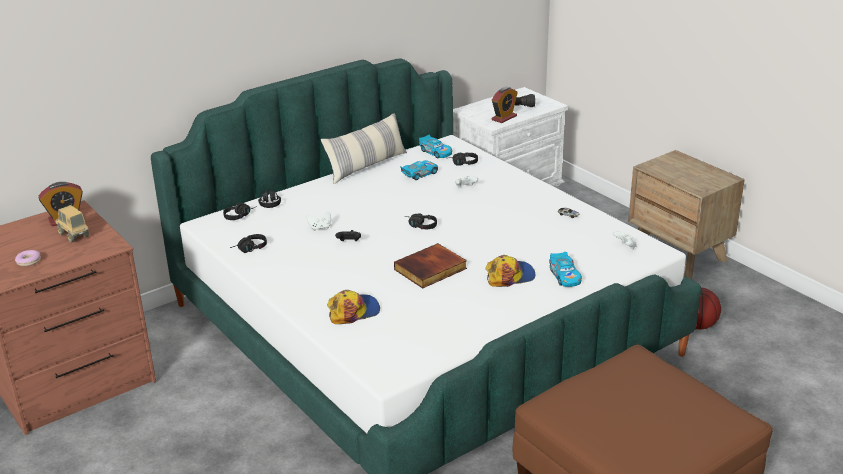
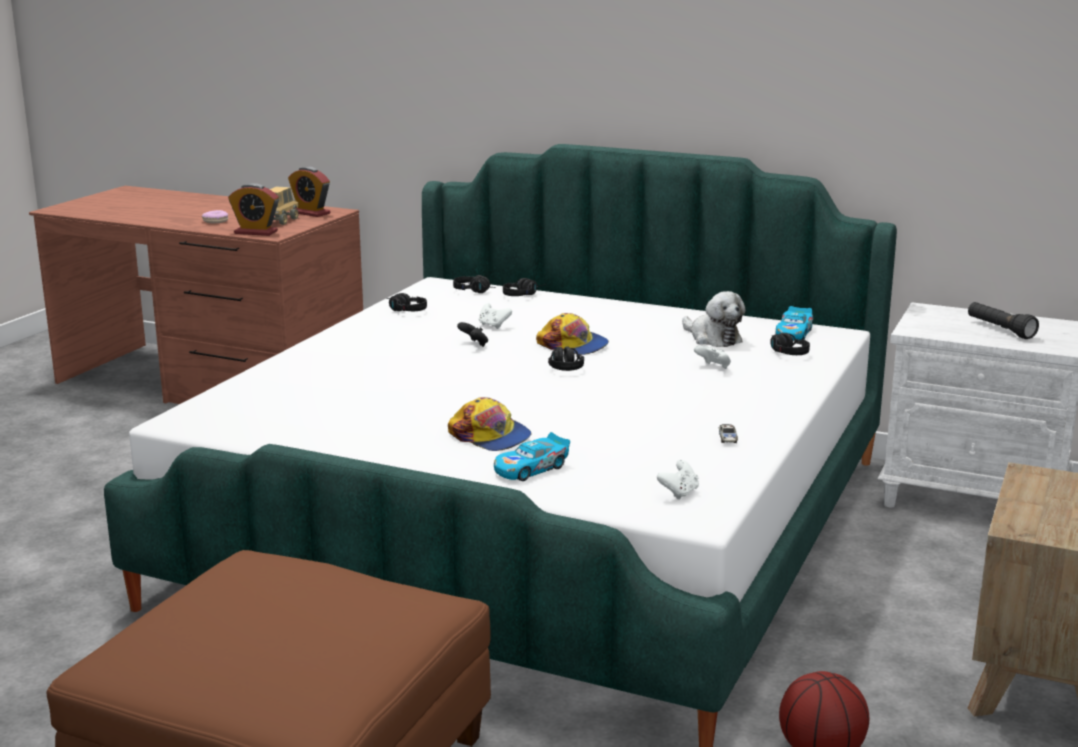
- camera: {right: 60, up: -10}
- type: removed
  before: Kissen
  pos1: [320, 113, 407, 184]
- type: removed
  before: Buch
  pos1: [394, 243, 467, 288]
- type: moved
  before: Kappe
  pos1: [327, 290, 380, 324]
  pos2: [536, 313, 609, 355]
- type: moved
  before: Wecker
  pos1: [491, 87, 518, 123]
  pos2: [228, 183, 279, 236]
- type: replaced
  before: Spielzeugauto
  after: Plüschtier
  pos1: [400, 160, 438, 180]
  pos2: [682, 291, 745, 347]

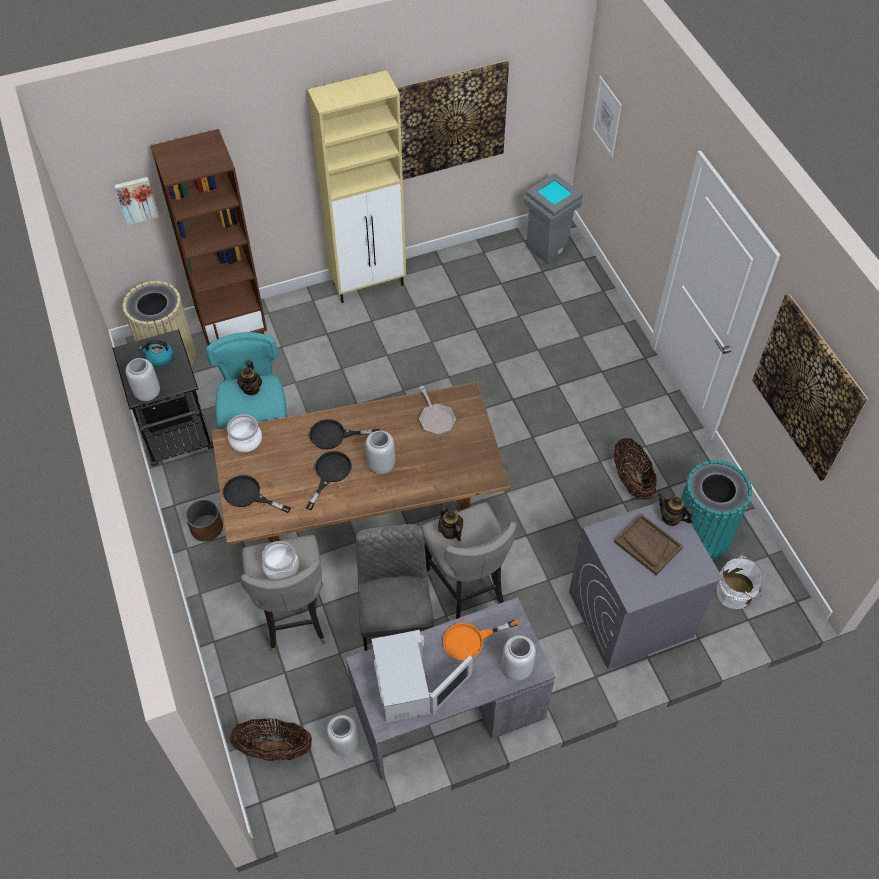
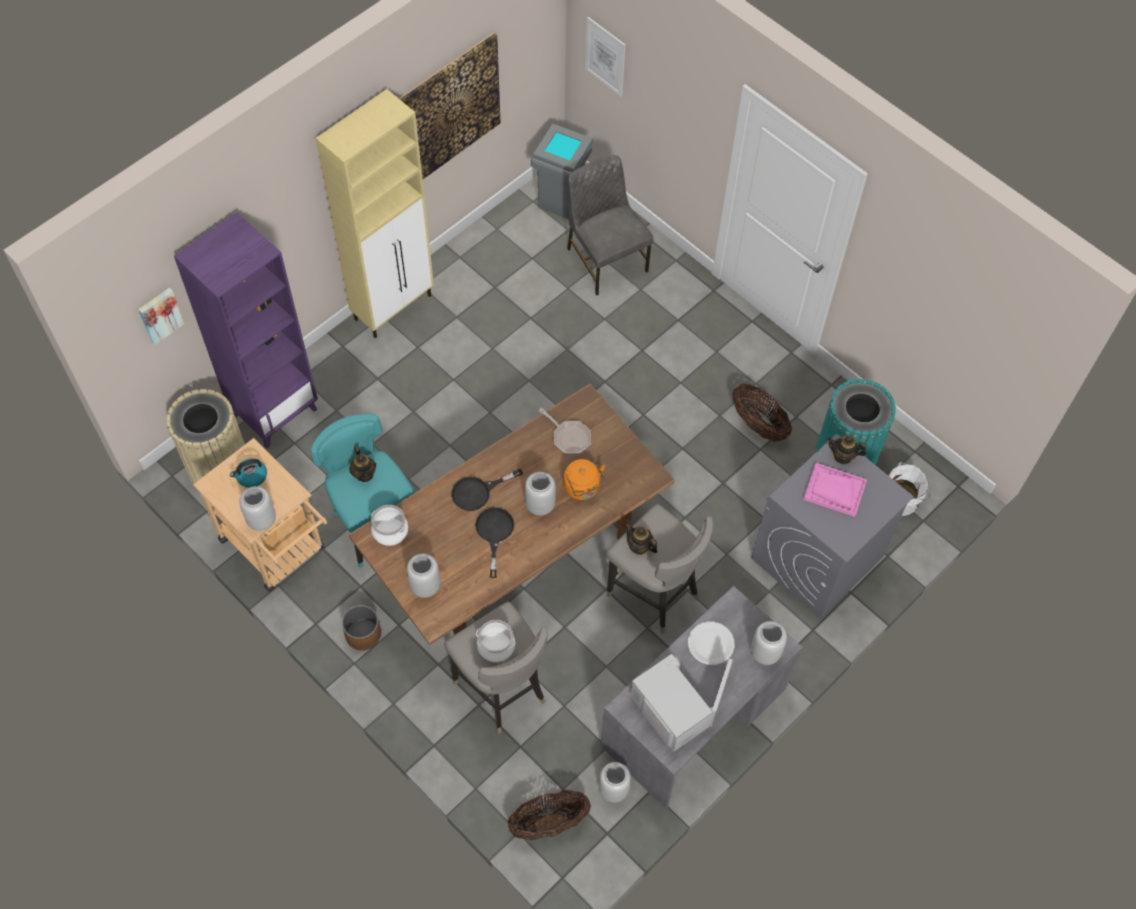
- camera: {right: -25, up: 5}
- type: removed
  before: Bild
  pos1: [752, 294, 868, 481]
- type: added
  after: Wasserkessel/orange
  pos2: [563, 459, 606, 500]
- type: moved
  before: Stuhl/grau
  pos1: [356, 524, 434, 651]
  pos2: [567, 155, 654, 296]
- type: replaced
  before: Pfanne/schwarz
  after: Vase/grau
  pos1: [223, 475, 291, 513]
  pos2: [407, 554, 440, 598]
- type: replaced
  before: Pfanne/orange
  after: Teller/weiß
  pos1: [443, 619, 519, 660]
  pos2: [688, 621, 735, 665]
- type: recoloured
  before: Rollwagen/schwarz
  after: Rollwagen/beige
  pos1: [112, 329, 214, 466]
  pos2: [193, 438, 327, 592]
- type: recoloured
  before: Bücherregal/braun
  after: Bücherregal/lila
  pos1: [151, 129, 267, 345]
  pos2: [174, 212, 318, 448]
- type: recoloured
  before: Tablett/braun
  after: Tablett/rosa
  pos1: [614, 514, 683, 575]
  pos2: [803, 463, 867, 517]

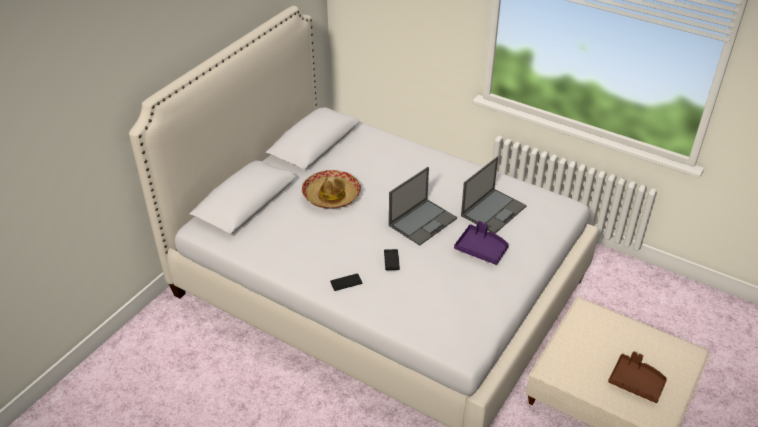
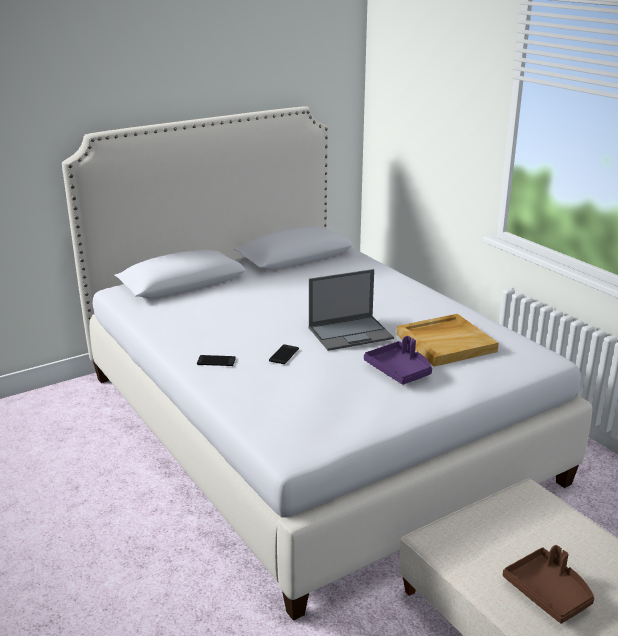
- camera: {right: 25, up: -15}
- type: removed
  before: Hut
  pos1: [302, 170, 361, 209]
- type: replaced
  before: Laptop
  after: Tablett/beige
  pos1: [461, 157, 527, 234]
  pos2: [397, 314, 499, 367]

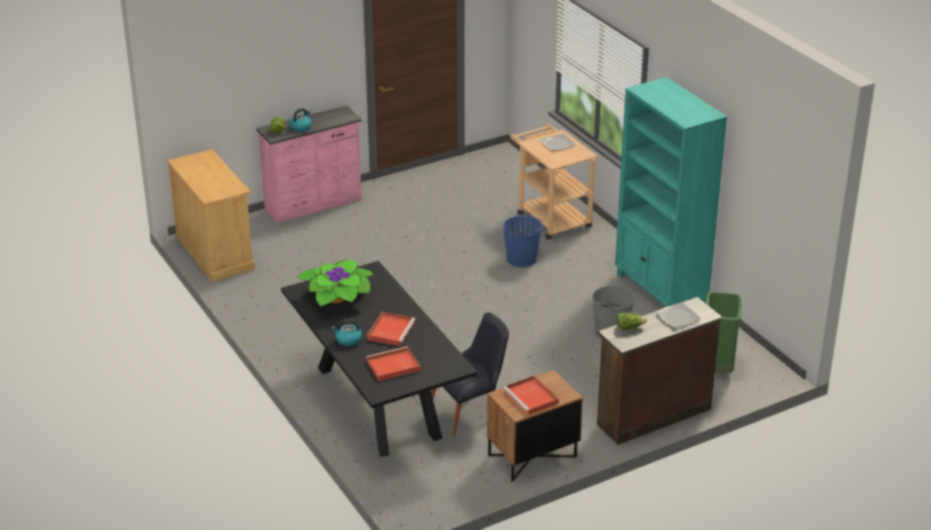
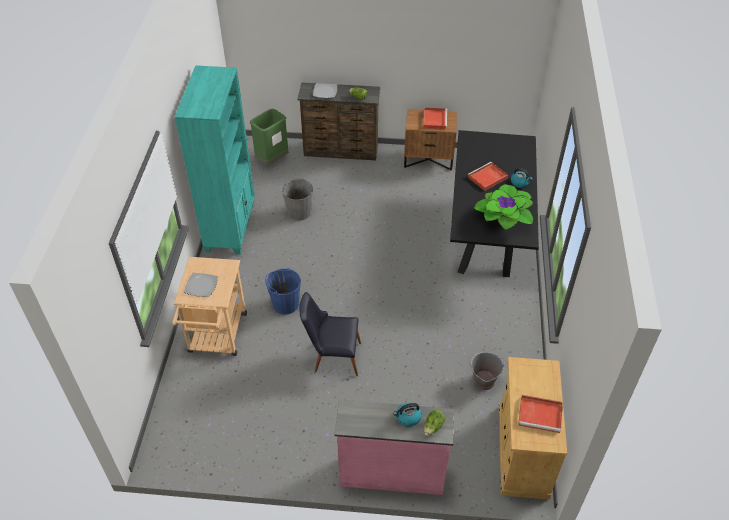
- camera: {right: -145, up: 15}
- type: added
  after: Eimer/grau
  pos2: [469, 352, 505, 390]
- type: moved
  before: Tablett/rot
  pos1: [366, 347, 420, 381]
  pos2: [518, 395, 563, 433]
- type: moved
  before: Stuhl/schwarz
  pos1: [431, 312, 509, 435]
  pos2: [299, 292, 361, 376]

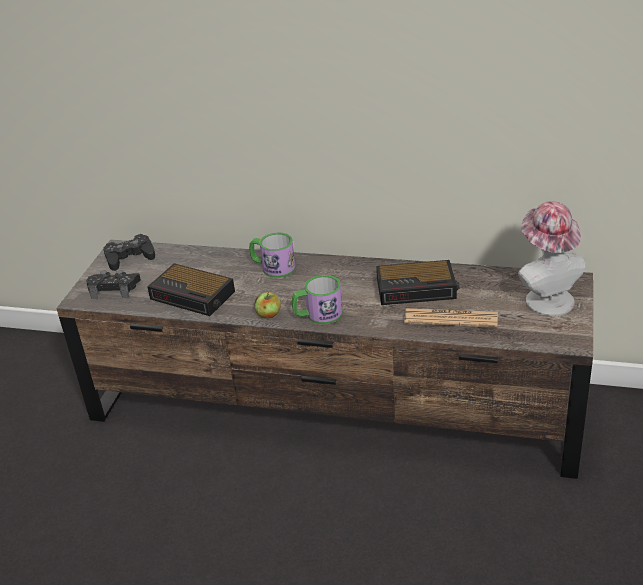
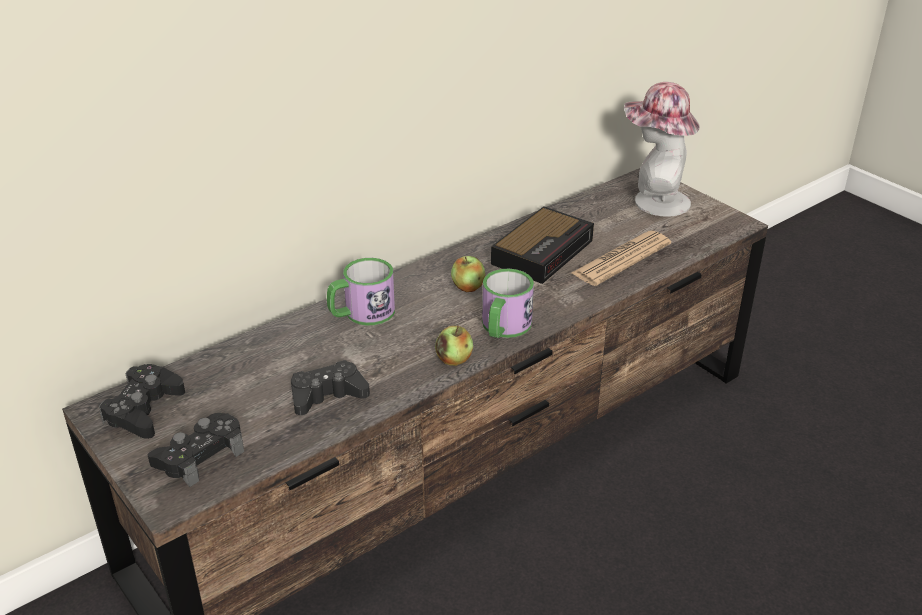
- camera: {right: -55, up: 0}
- type: added
  after: Apfel
  pos2: [451, 256, 485, 292]
- type: replaced
  before: Wecker
  after: Gamepad/schwarz
  pos1: [147, 263, 235, 316]
  pos2: [291, 360, 370, 415]

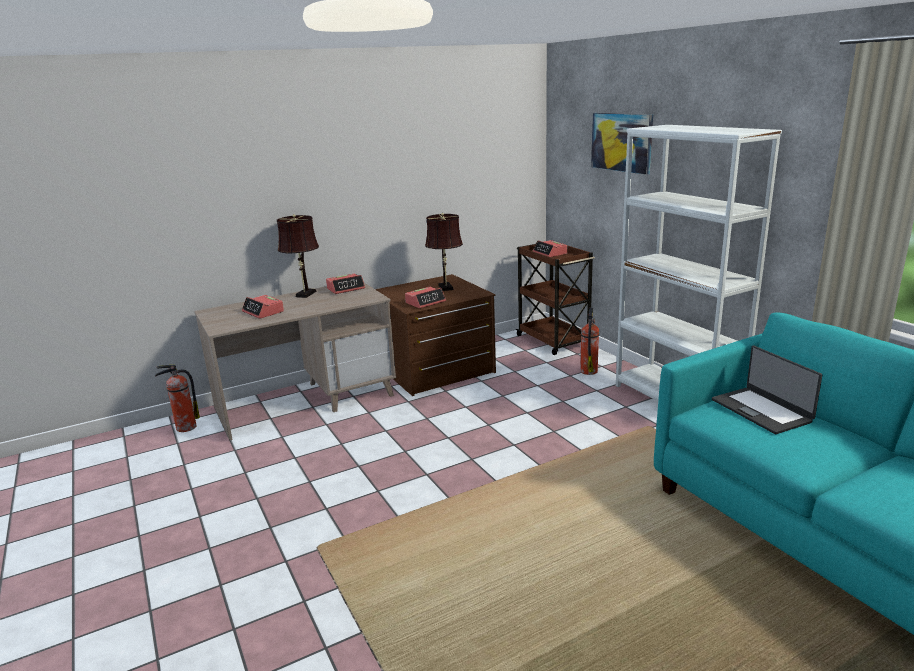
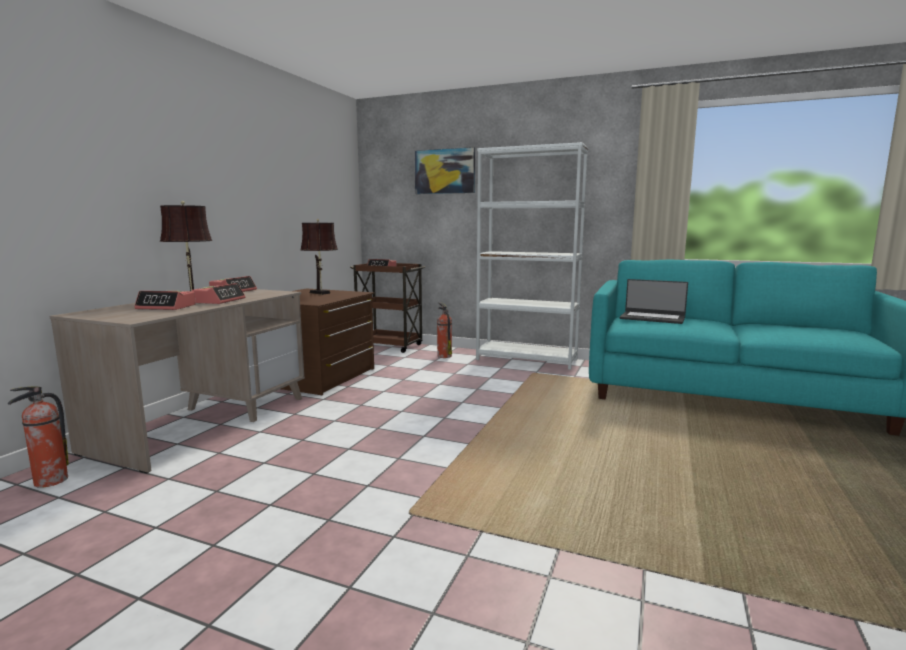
- camera: {right: -40, up: -10}
- type: moved
  before: Wecker
  pos1: [405, 287, 446, 308]
  pos2: [192, 283, 245, 304]

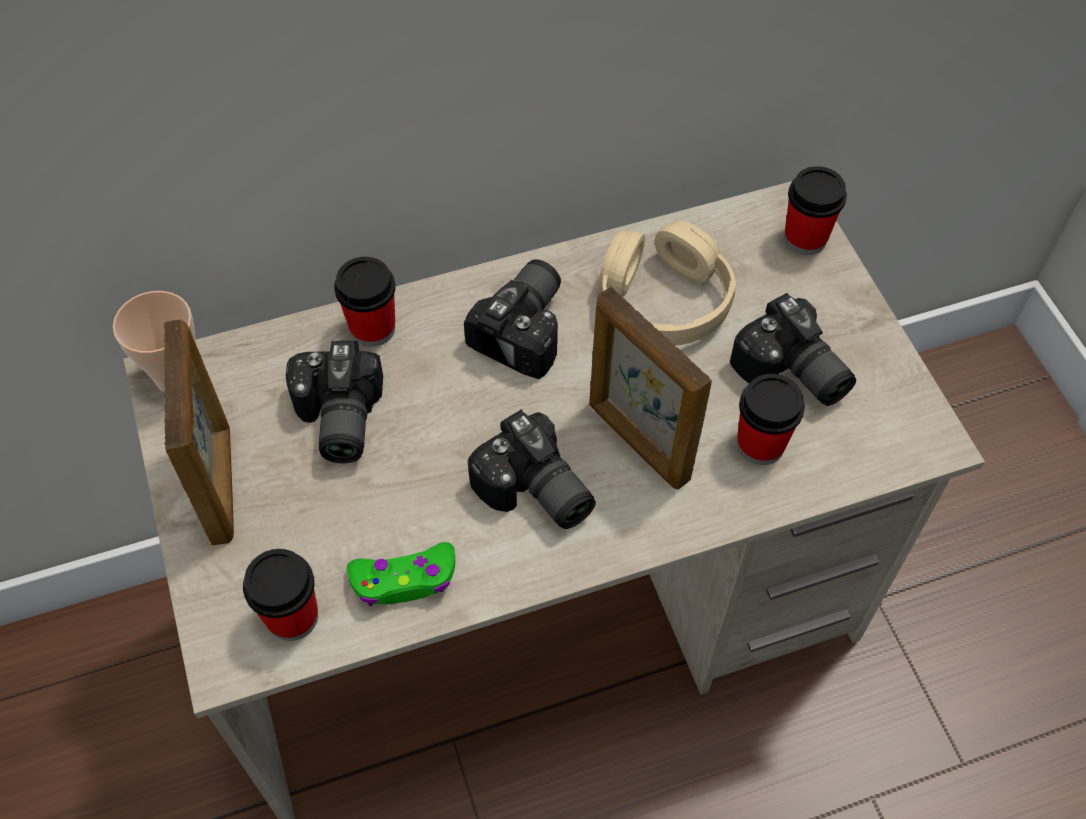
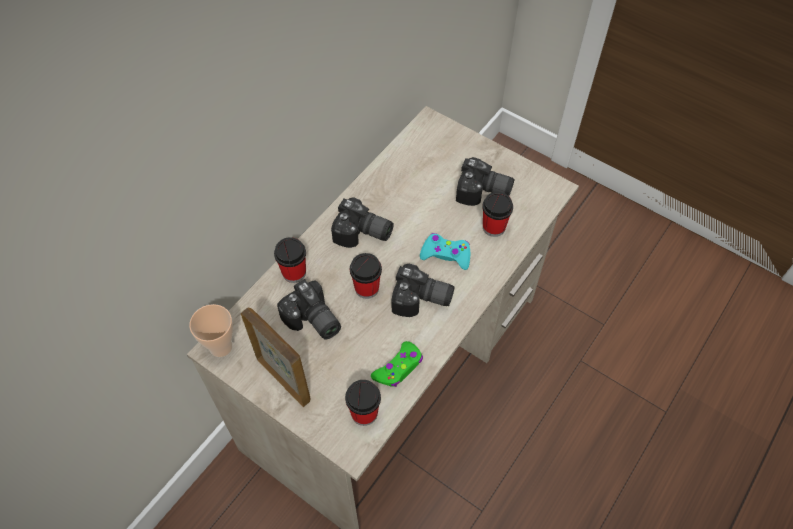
- camera: {right: -35, up: 0}
- type: removed
  before: Kopfhörer/beige
  pos1: [599, 220, 736, 345]
- type: moved
  before: Tasse
  pos1: [784, 166, 847, 255]
  pos2: [350, 253, 382, 299]
- type: replaced
  before: Bilderrahmen
  after: Gamepad/türkis
  pos1: [589, 287, 712, 490]
  pos2: [420, 233, 470, 270]
- type: turned
  before: Kamera
  pos1: [464, 259, 561, 379]
  pos2: [331, 197, 394, 248]
  turn: 120

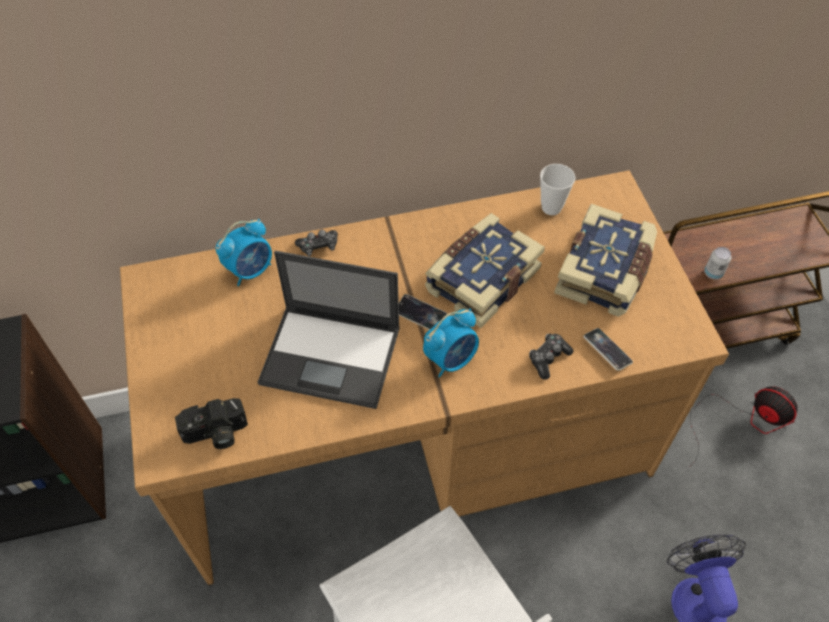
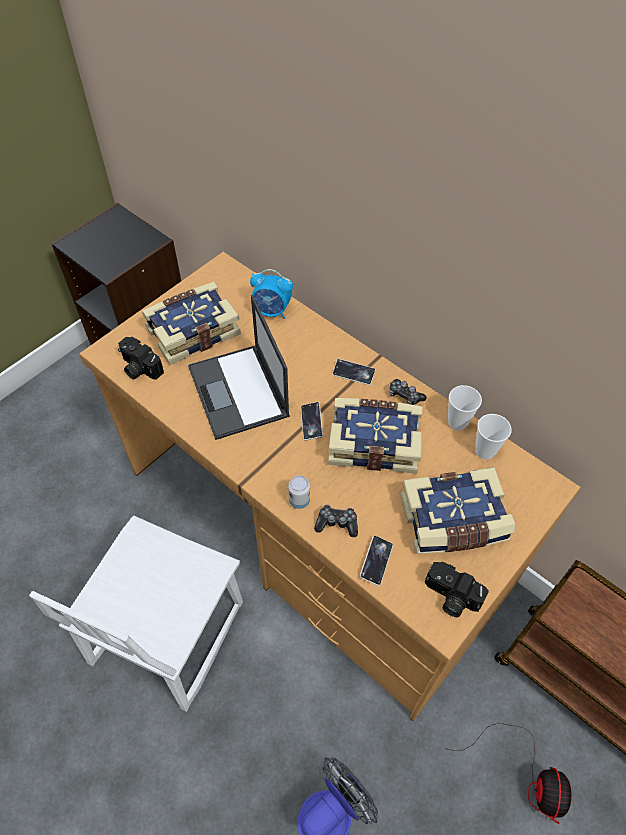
- camera: {right: 55, up: 0}
- type: removed
  before: Wecker
  pos1: [423, 309, 479, 378]
- type: added
  after: Buch
  pos2: [142, 282, 241, 365]
- type: added
  after: Handy
  pos2: [332, 359, 375, 385]
- type: added
  after: Kamera
  pos2: [425, 562, 489, 617]
- type: added
  after: Tasse
  pos2: [448, 385, 482, 431]
- type: moved
  before: Gamepad
  pos1: [295, 230, 338, 256]
  pos2: [390, 379, 427, 405]
- type: moved
  before: Dose
  pos1: [704, 247, 731, 280]
  pos2: [288, 475, 310, 509]

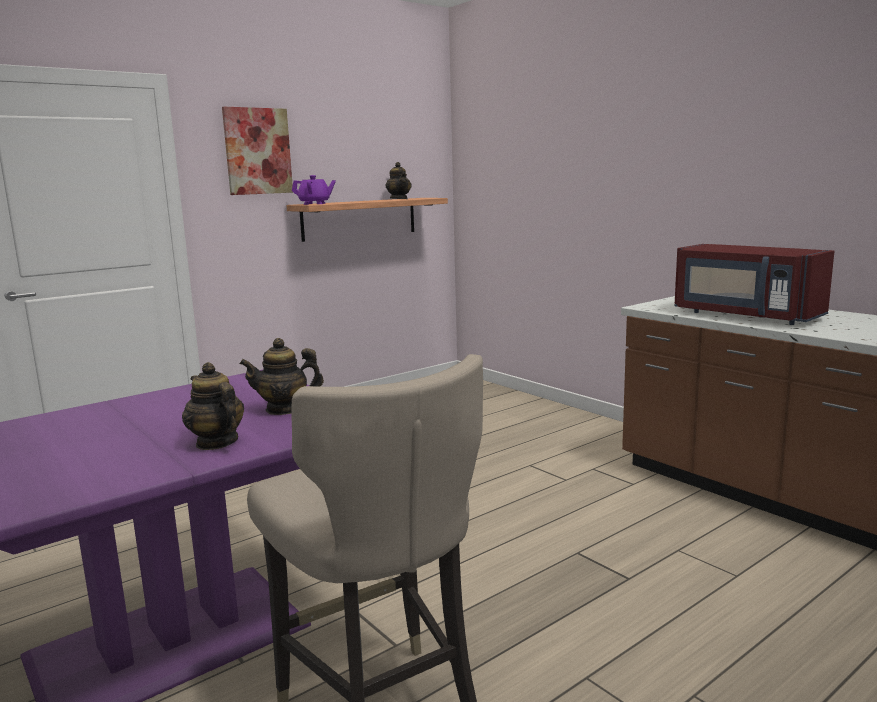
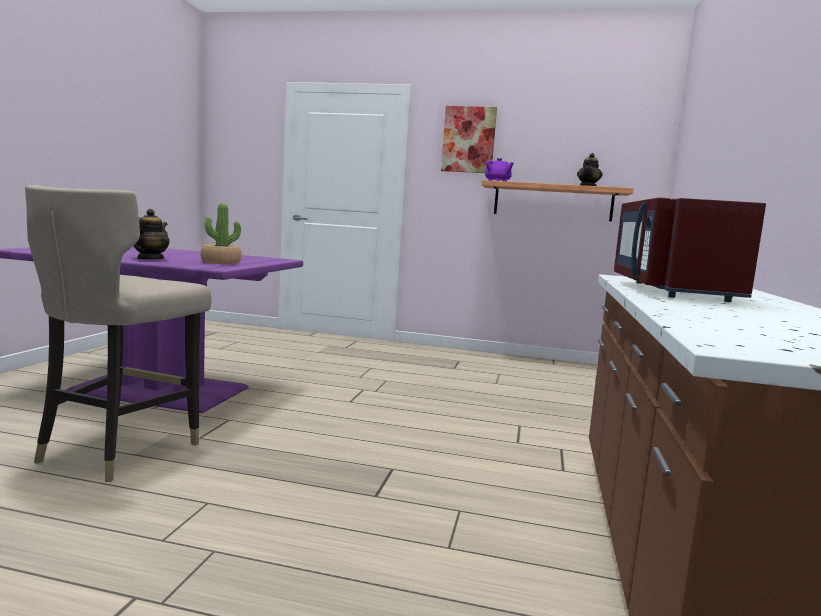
- camera: {right: 50, up: -5}
- type: replaced
  before: Teekanne
  after: Topfpflanze
  pos1: [239, 338, 324, 415]
  pos2: [200, 203, 242, 264]

